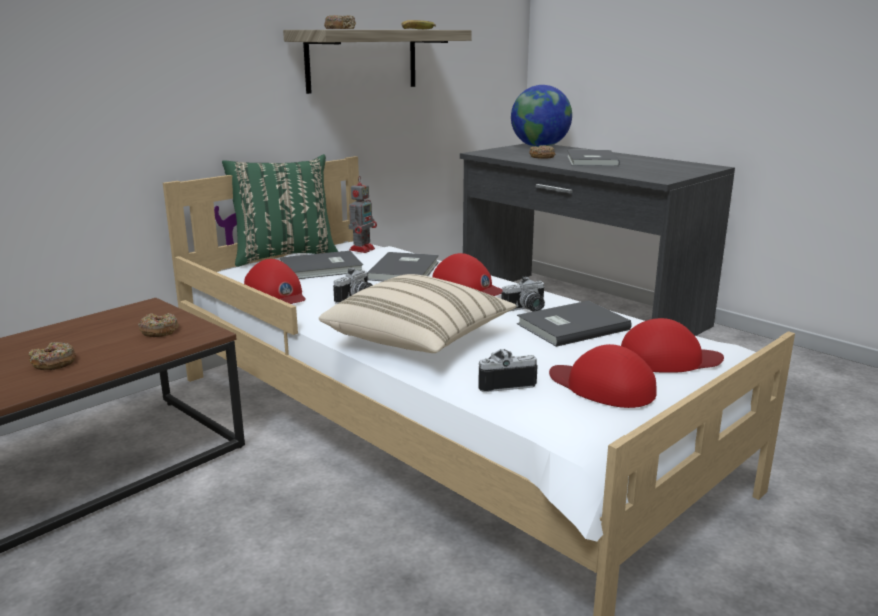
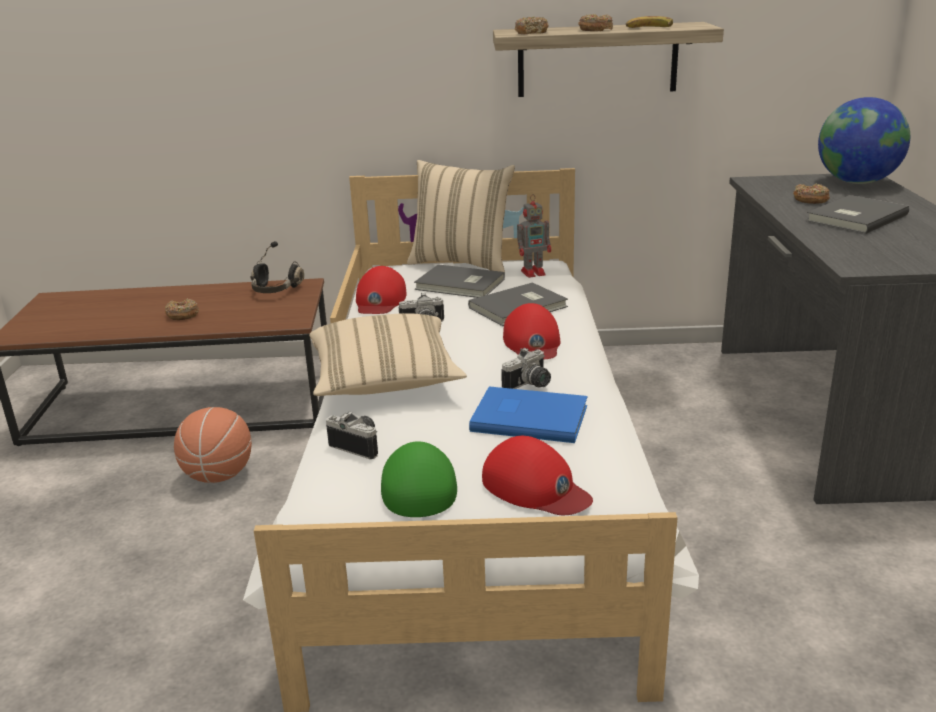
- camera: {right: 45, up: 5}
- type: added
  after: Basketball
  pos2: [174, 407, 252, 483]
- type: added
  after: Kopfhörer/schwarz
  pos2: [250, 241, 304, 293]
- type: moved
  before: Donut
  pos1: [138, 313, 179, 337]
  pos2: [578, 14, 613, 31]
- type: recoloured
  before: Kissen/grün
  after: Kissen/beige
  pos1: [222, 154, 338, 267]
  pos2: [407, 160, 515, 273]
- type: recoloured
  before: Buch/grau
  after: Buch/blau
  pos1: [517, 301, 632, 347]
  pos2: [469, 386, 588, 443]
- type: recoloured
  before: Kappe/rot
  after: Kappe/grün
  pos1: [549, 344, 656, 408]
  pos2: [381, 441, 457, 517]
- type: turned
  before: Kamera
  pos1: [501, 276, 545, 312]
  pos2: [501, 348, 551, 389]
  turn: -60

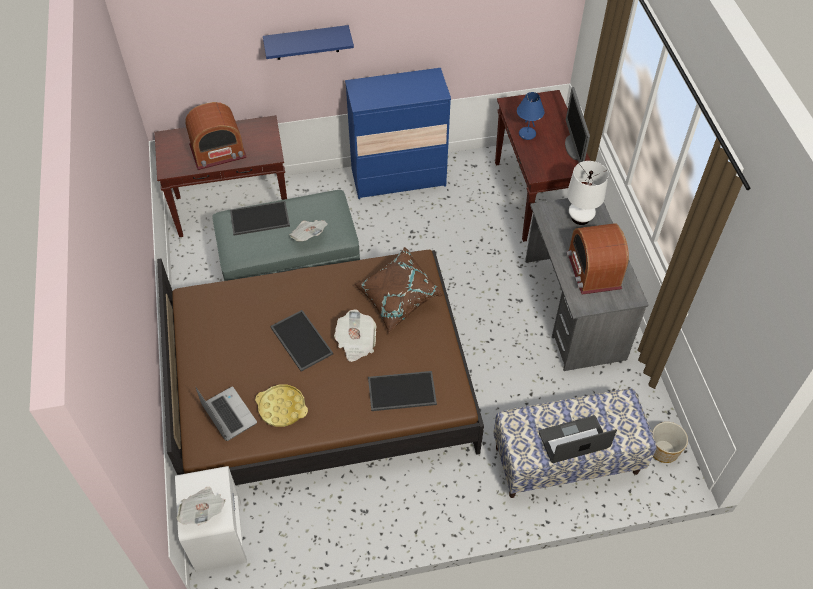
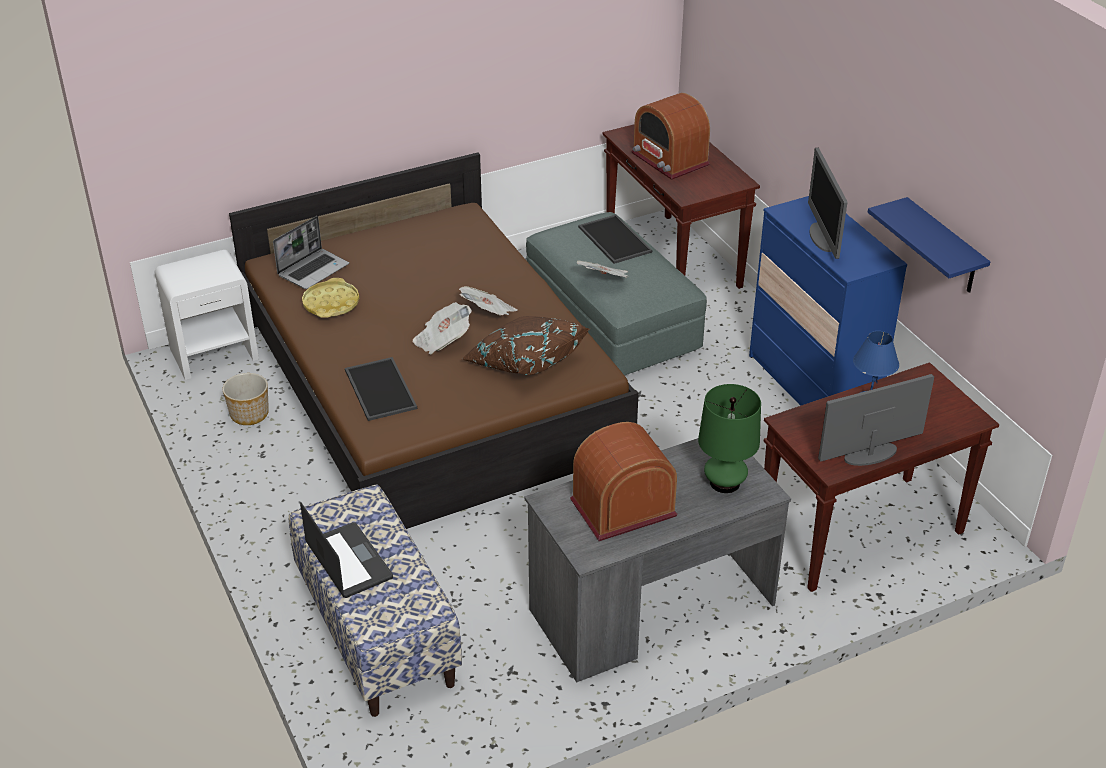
- camera: {right: 75, up: -15}
- type: removed
  before: Tablett
  pos1: [270, 310, 333, 372]
- type: added
  after: Monitor
  pos2: [808, 148, 847, 259]
- type: moved
  before: Zeitung
  pos1: [176, 487, 226, 525]
  pos2: [459, 286, 518, 316]
- type: moved
  before: Wandregal/blau
  pos1: [263, 25, 354, 60]
  pos2: [867, 197, 990, 292]
- type: moved
  before: Pflanzkübel
  pos1: [652, 422, 688, 463]
  pos2: [223, 373, 269, 425]
- type: recoloured
  before: Tischlampe/weiß
  after: Tischlampe/grün
  pos1: [567, 161, 609, 225]
  pos2: [698, 384, 761, 493]

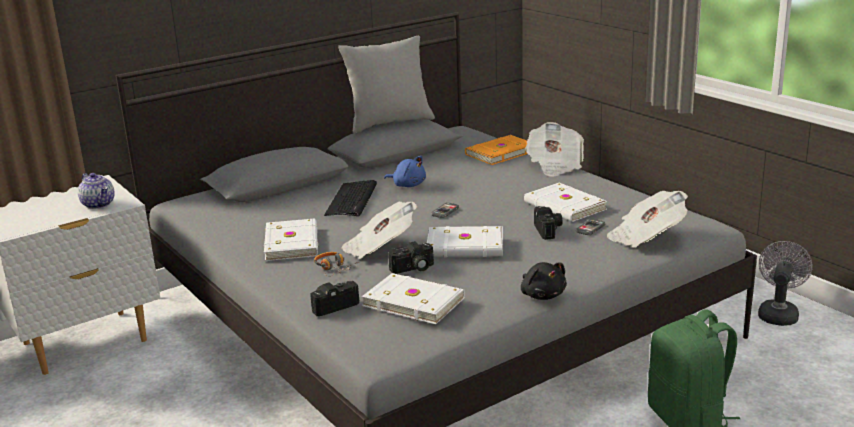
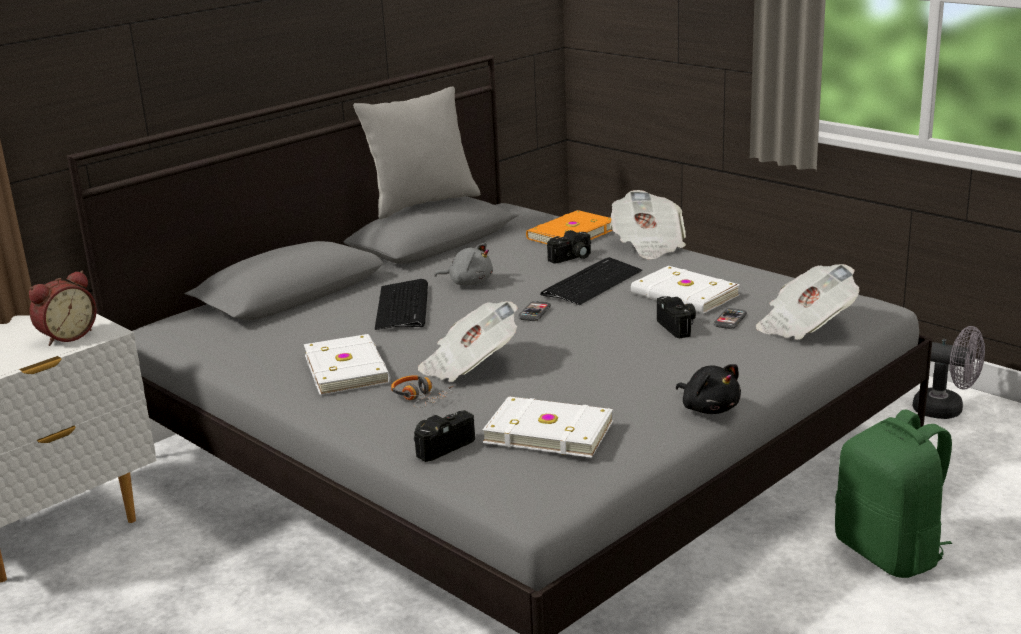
- camera: {right: -10, up: 0}
- type: removed
  before: Buch/weiß
  pos1: [427, 226, 503, 258]
- type: added
  after: Tastatur
  pos2: [540, 257, 642, 305]
- type: moved
  before: Kamera
  pos1: [388, 241, 434, 274]
  pos2: [547, 230, 591, 264]
- type: replaced
  before: Teekanne
  after: Wecker
  pos1: [78, 173, 115, 209]
  pos2: [29, 271, 97, 346]
- type: recoloured
  before: Plüschtier/blau
  after: Plüschtier/grau
  pos1: [384, 156, 426, 187]
  pos2: [435, 243, 493, 285]
- type: turned
  before: Ventilator/grau
  pos1: [758, 241, 813, 326]
  pos2: [912, 326, 985, 419]
  turn: 105

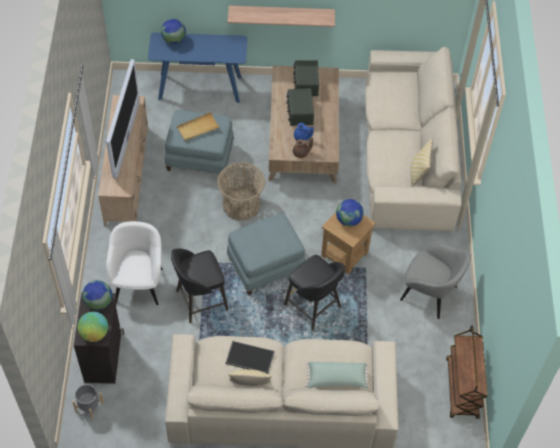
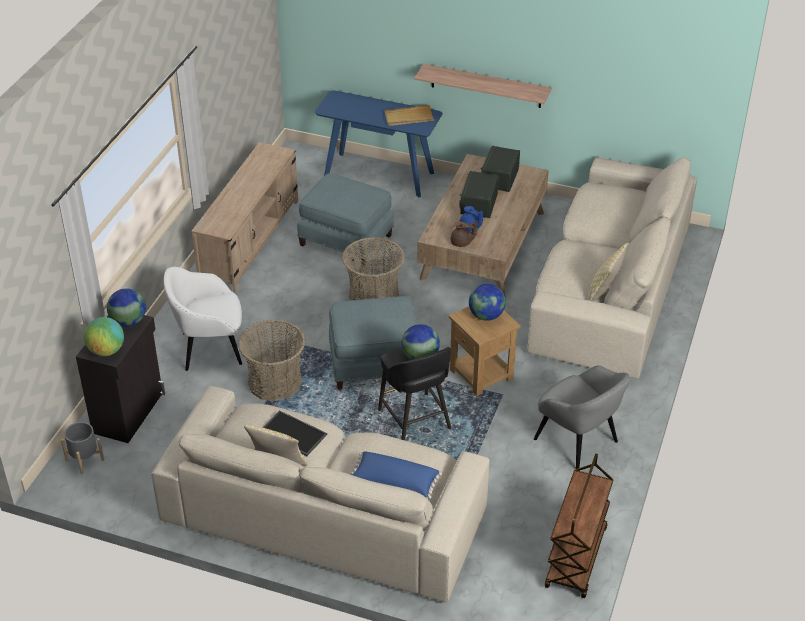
- camera: {right: 20, up: -15}
- type: removed
  before: Fernseher
  pos1: [106, 59, 139, 178]
- type: moved
  before: Globus
  pos1: [161, 19, 186, 44]
  pos2: [401, 324, 440, 360]
- type: moved
  before: Tablett/beige
  pos1: [177, 112, 220, 141]
  pos2: [385, 105, 435, 126]
- type: replaced
  before: Hocker/schwarz
  after: Korb
  pos1: [171, 249, 229, 323]
  pos2: [238, 319, 305, 401]
- type: recoloured
  before: Kissen/grün
  after: Kissen/blau
  pos1: [305, 362, 369, 388]
  pos2: [350, 452, 442, 499]
- type: turned
  before: Sessel/weiß
  pos1: [106, 221, 163, 305]
  pos2: [164, 267, 242, 371]
  turn: -120

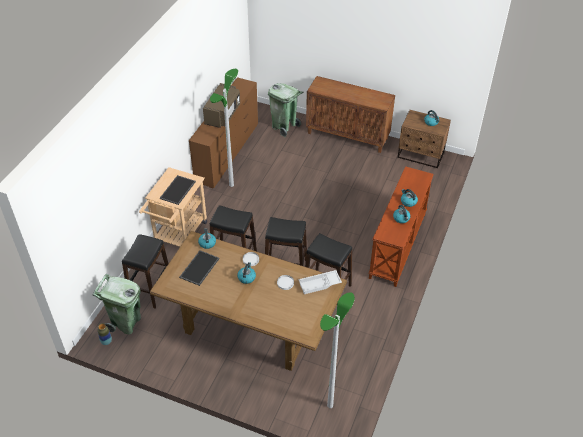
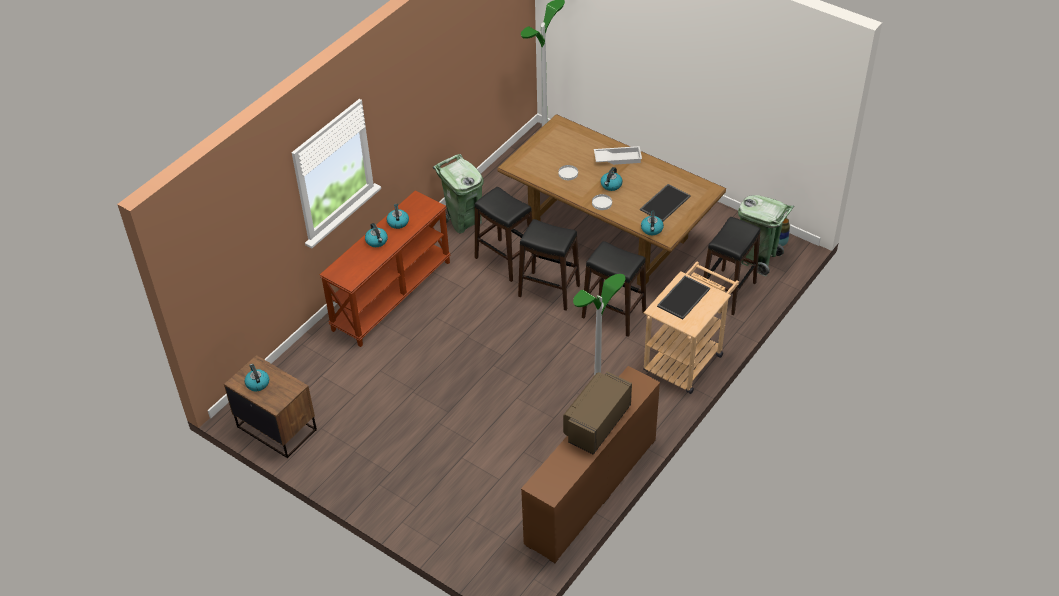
- camera: {right: -165, up: 0}
- type: removed
  before: Schrank/braun
  pos1: [306, 76, 395, 153]
- type: moved
  before: Mülleimer/grün
  pos1: [268, 83, 303, 137]
  pos2: [433, 154, 484, 233]
- type: moved
  before: Tablett/weiß
  pos1: [299, 270, 342, 294]
  pos2: [594, 146, 642, 165]

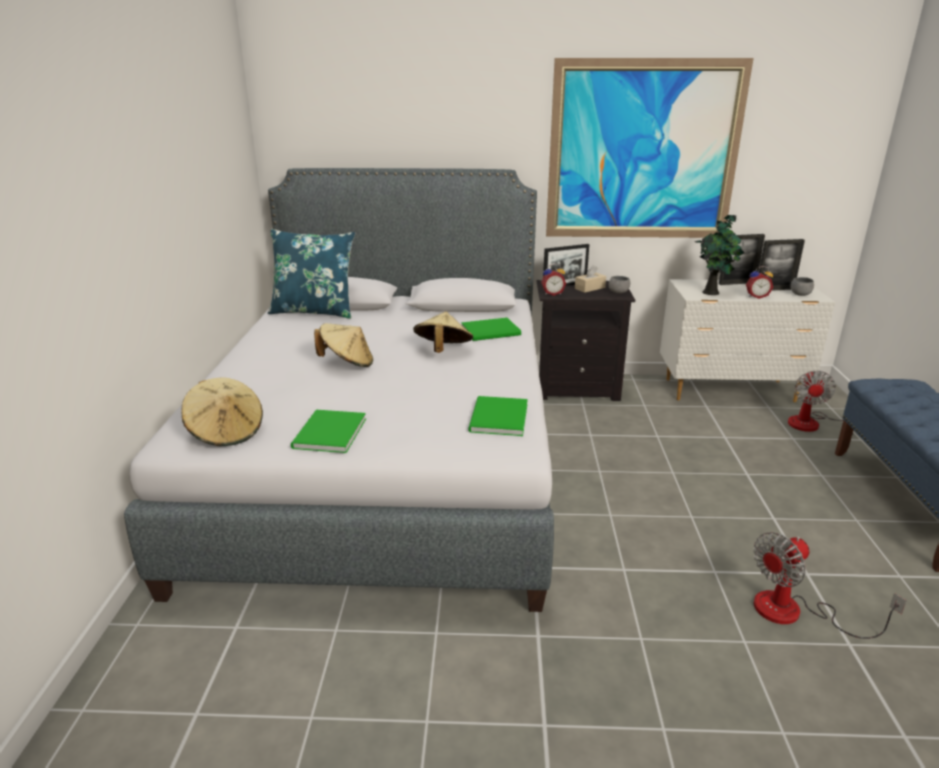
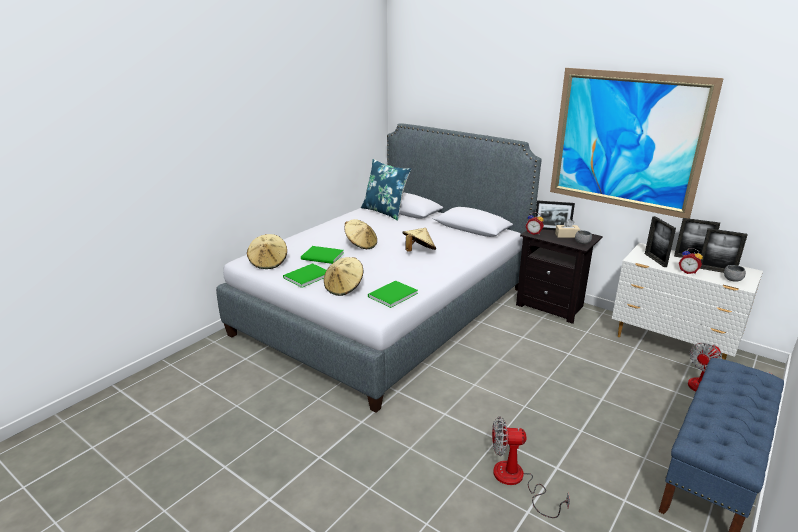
- camera: {right: 35, up: 0}
- type: added
  after: Hut/beige
  pos2: [324, 257, 363, 296]
- type: moved
  before: Buch/grün
  pos1: [461, 317, 521, 341]
  pos2: [301, 246, 344, 264]
- type: replaced
  before: Topfpflanze
  after: Bilderrahmen
  pos1: [695, 215, 744, 295]
  pos2: [645, 216, 676, 267]

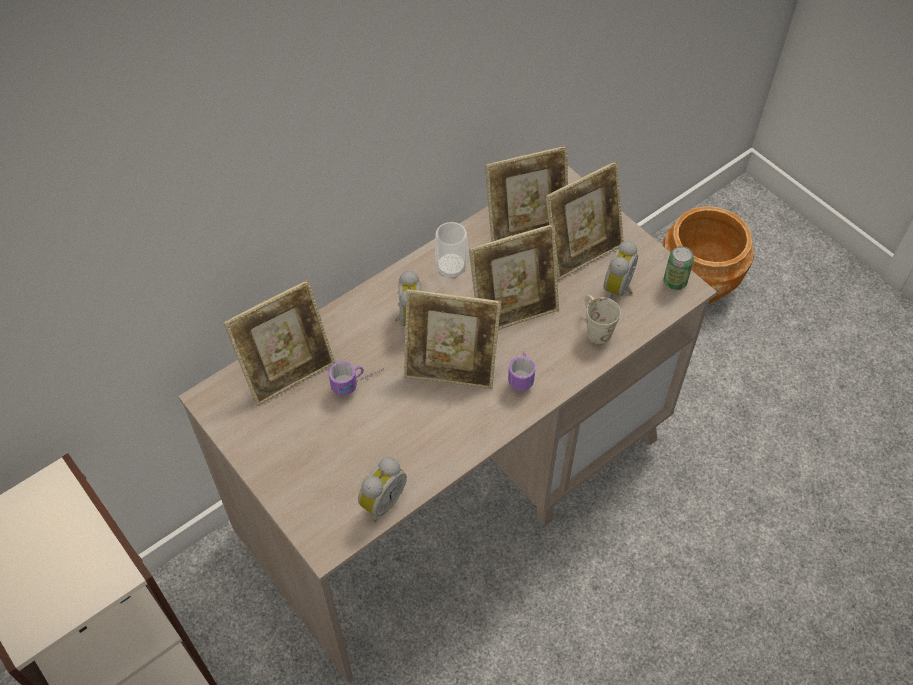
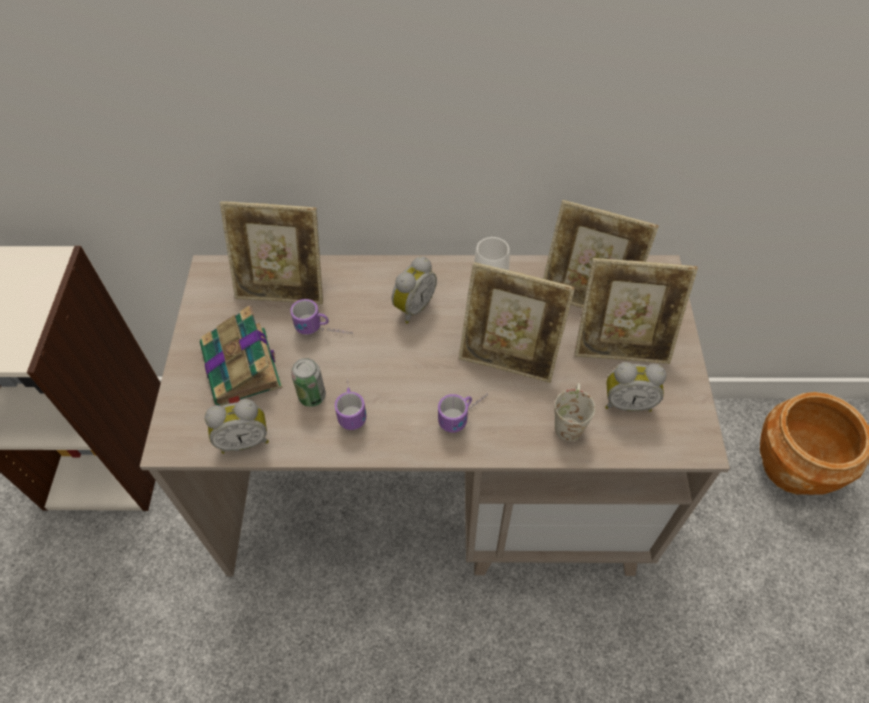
- camera: {right: 40, up: 0}
- type: removed
  before: Bilderrahmen
  pos1: [404, 289, 501, 389]
- type: added
  after: Buch
  pos2: [200, 305, 283, 406]
- type: added
  after: Henkelbecher
  pos2: [335, 379, 366, 430]
- type: moved
  before: Dose
  pos1: [663, 246, 694, 290]
  pos2: [291, 358, 326, 407]
- type: turned
  before: Wecker
  pos1: [603, 240, 638, 299]
  pos2: [605, 362, 666, 412]
  turn: -150

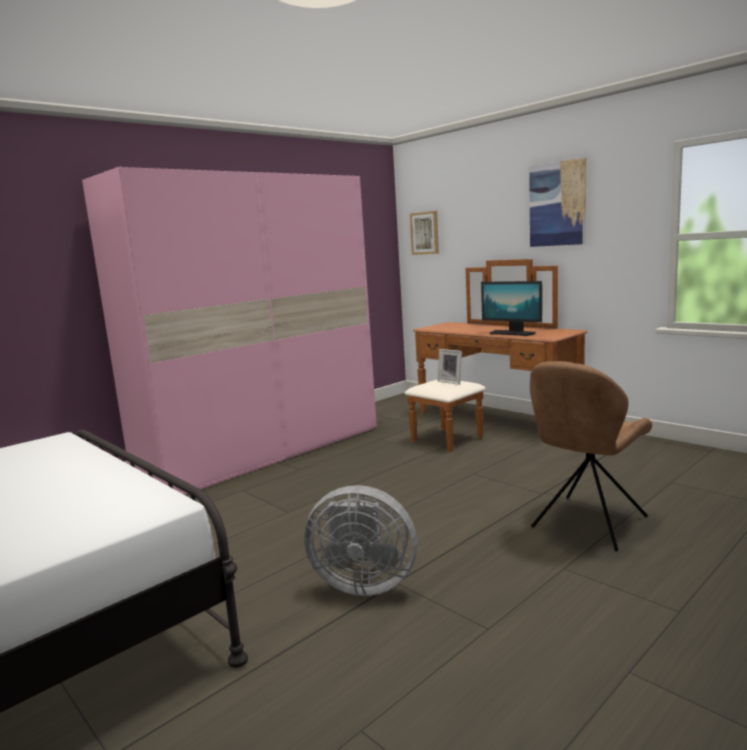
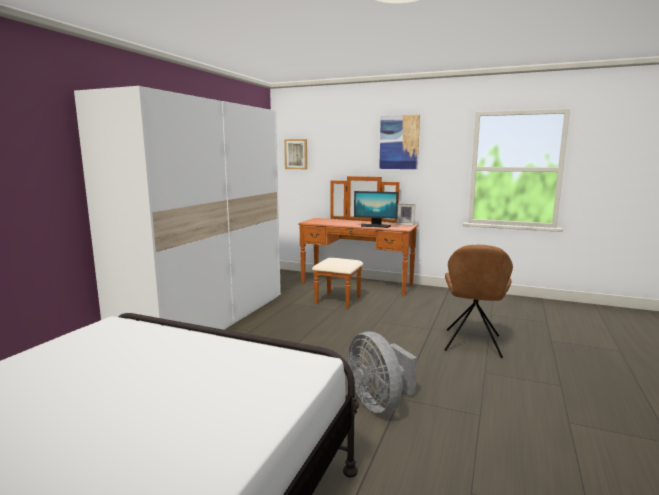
- camera: {right: -25, up: 0}
- type: moved
  before: Bilderrahmen
  pos1: [437, 349, 462, 385]
  pos2: [397, 203, 415, 226]
- type: recoloured
  before: Kleiderschrank/rosa
  after: Kleiderschrank/weiß
  pos1: [82, 167, 377, 495]
  pos2: [74, 86, 281, 335]
- type: turned
  before: Ventilator/grau
  pos1: [304, 485, 417, 596]
  pos2: [348, 331, 417, 413]
  turn: 75

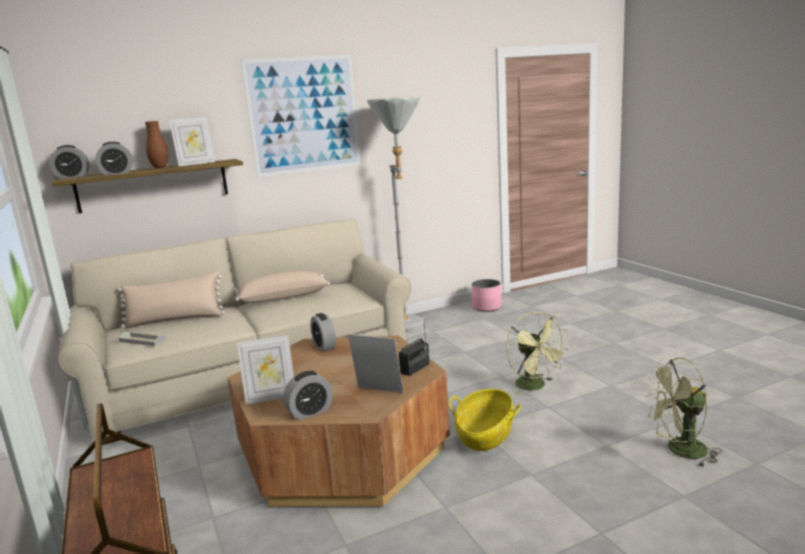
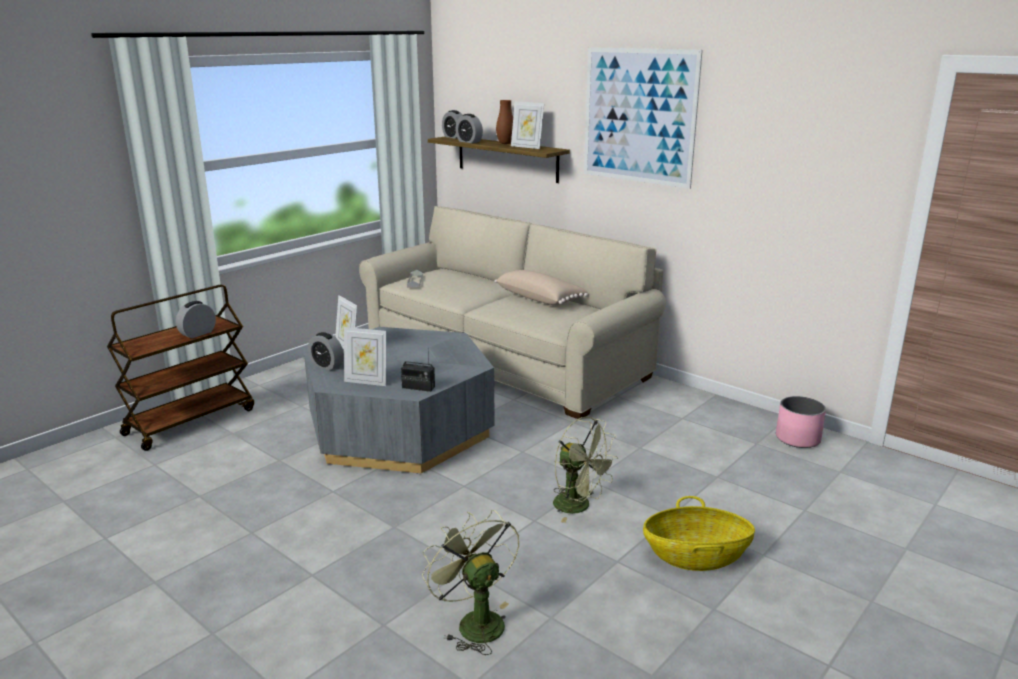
- camera: {right: 65, up: 5}
- type: removed
  before: Kissen/beige
  pos1: [118, 271, 225, 329]
- type: removed
  before: Stehlampe/grau
  pos1: [367, 96, 424, 331]
- type: moved
  before: Wecker
  pos1: [310, 313, 336, 352]
  pos2: [176, 301, 216, 338]
- type: moved
  before: Korb
  pos1: [449, 389, 521, 451]
  pos2: [643, 496, 755, 571]
- type: recoloured
  before: Couchtisch/braun
  after: Couchtisch/grau
  pos1: [228, 336, 450, 507]
  pos2: [304, 327, 495, 473]
- type: turned
  before: Bilderrahmen
  pos1: [348, 334, 404, 393]
  pos2: [344, 327, 386, 386]
  turn: 105
- type: turned
  before: Ventilator/grün
  pos1: [506, 312, 569, 395]
  pos2: [553, 417, 618, 523]
  turn: -90

